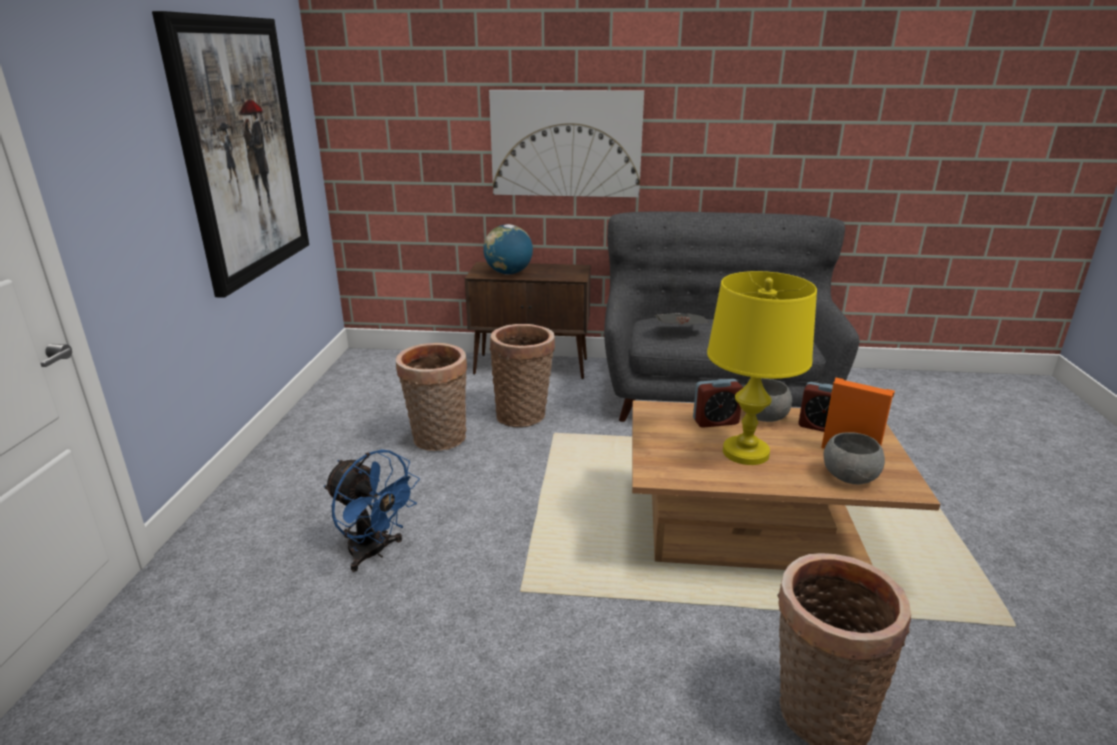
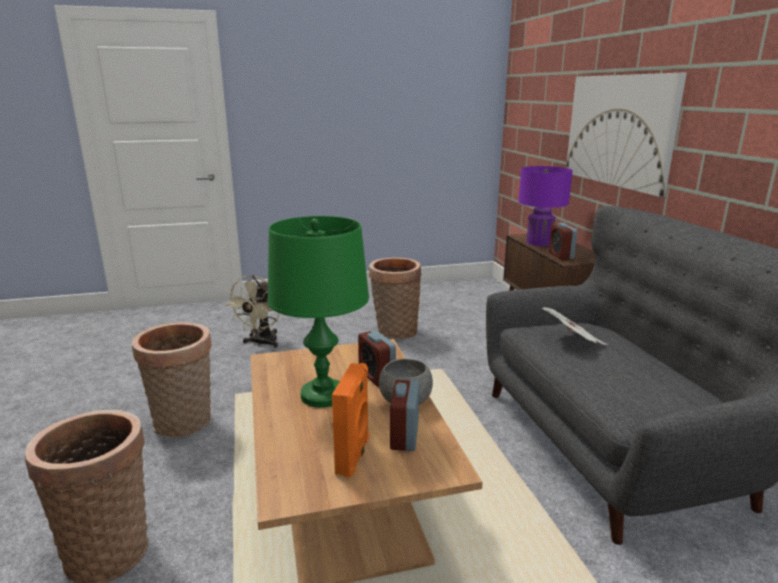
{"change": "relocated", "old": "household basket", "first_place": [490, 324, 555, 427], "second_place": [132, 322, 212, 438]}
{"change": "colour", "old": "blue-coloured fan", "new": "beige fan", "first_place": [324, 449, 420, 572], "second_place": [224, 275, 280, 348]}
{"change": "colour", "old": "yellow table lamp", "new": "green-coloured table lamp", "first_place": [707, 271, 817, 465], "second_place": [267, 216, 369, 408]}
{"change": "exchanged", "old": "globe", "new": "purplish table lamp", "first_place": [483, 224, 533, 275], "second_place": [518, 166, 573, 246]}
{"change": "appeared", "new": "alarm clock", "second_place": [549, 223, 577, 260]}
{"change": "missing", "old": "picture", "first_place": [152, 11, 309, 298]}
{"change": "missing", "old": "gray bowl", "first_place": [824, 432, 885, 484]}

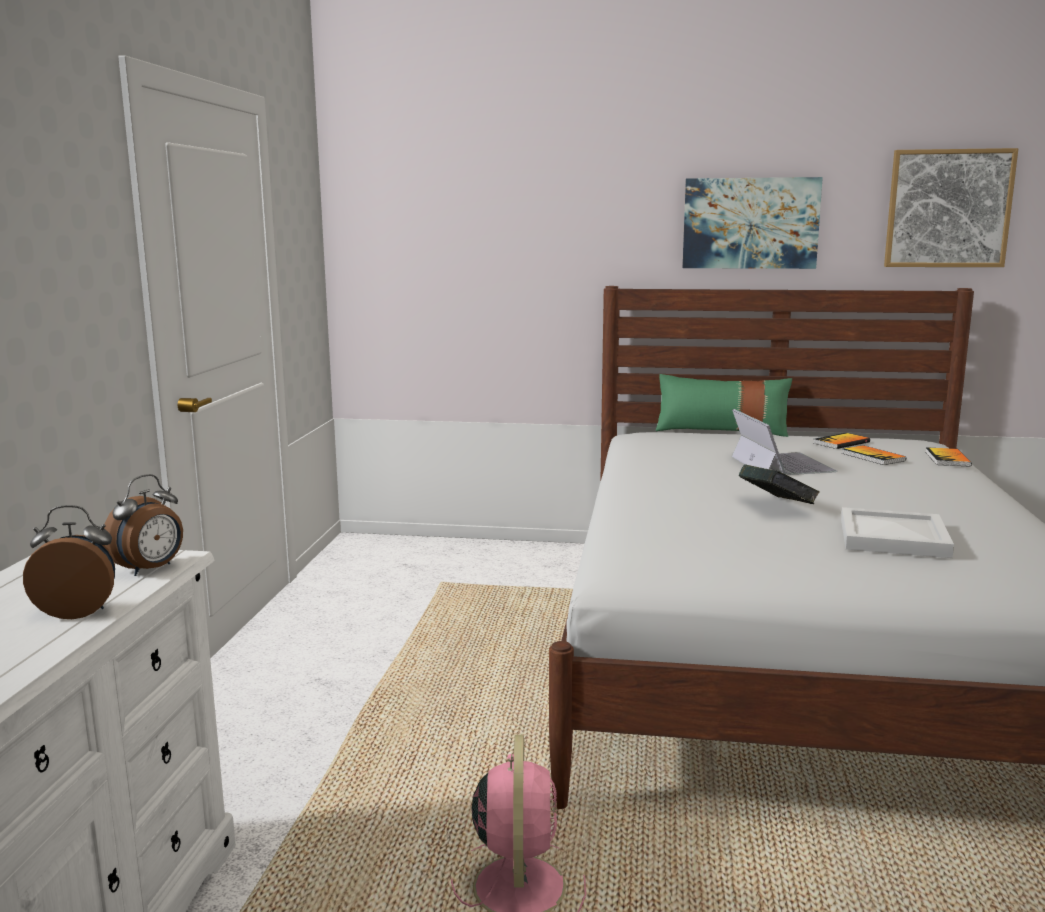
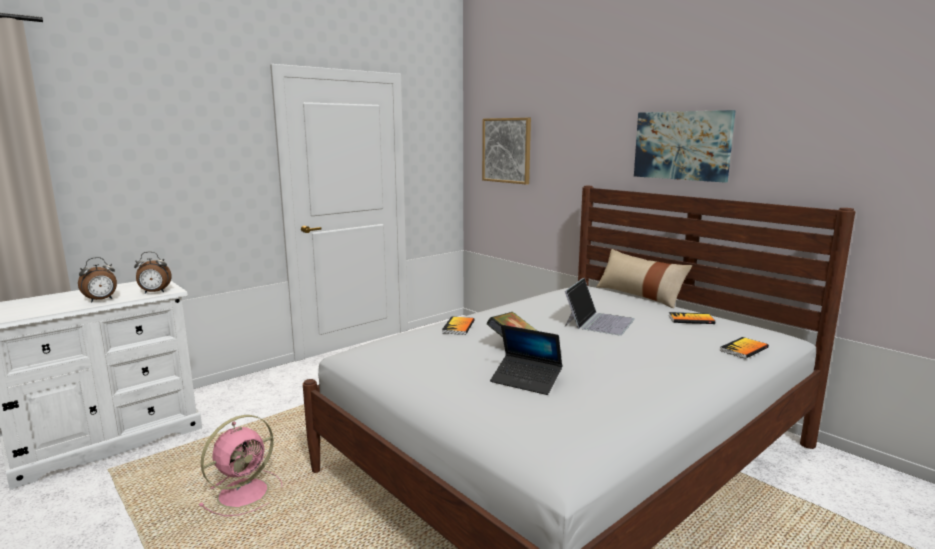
{"change": "spun", "old": "alarm clock", "first_place": [23, 505, 115, 619], "second_place": [78, 257, 117, 302], "degrees": 105}
{"change": "relocated", "old": "book", "first_place": [841, 445, 906, 465], "second_place": [442, 316, 474, 335]}
{"change": "relocated", "old": "picture", "first_place": [884, 148, 1019, 267], "second_place": [482, 118, 531, 185]}
{"change": "exchanged", "old": "white serving tray", "new": "portable computer", "first_place": [841, 507, 954, 558], "second_place": [490, 325, 563, 395]}
{"change": "colour", "old": "green-coloured throw pillow", "new": "beige throw pillow", "first_place": [655, 374, 792, 437], "second_place": [597, 249, 692, 308]}

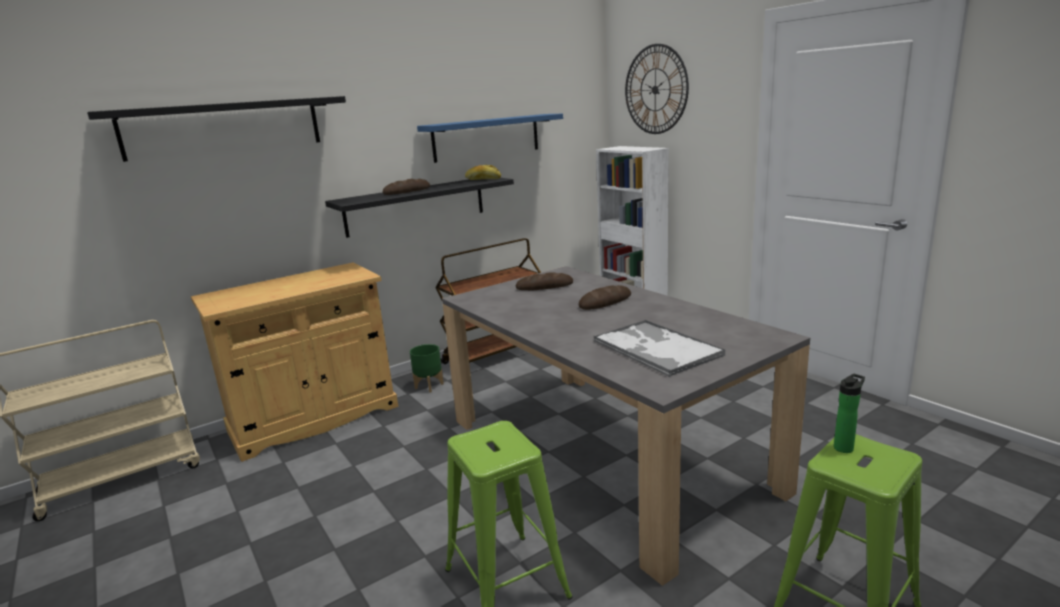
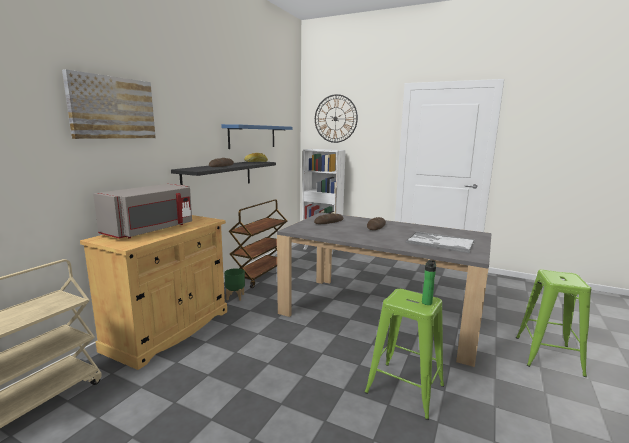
{"change": "exchanged", "old": "black shelf", "new": "picture", "first_place": [87, 96, 346, 162], "second_place": [62, 69, 156, 139]}
{"change": "appeared", "new": "gray microwave oven", "second_place": [93, 183, 192, 239]}
{"change": "relocated", "old": "drink bottle", "first_place": [834, 374, 865, 453], "second_place": [422, 260, 436, 305]}

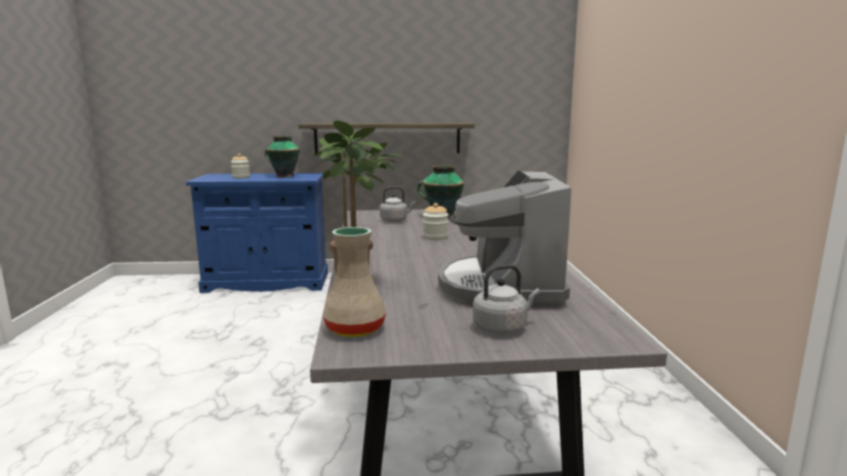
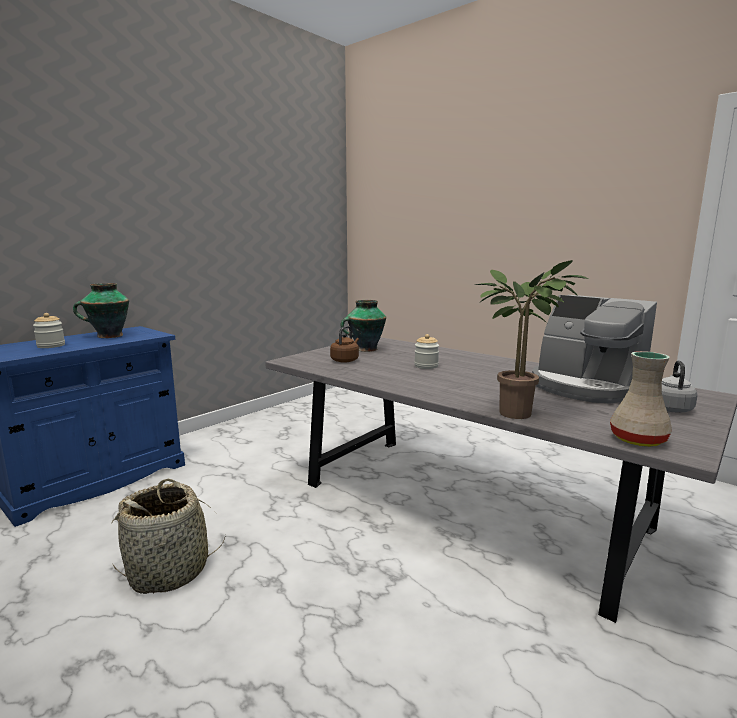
{"change": "appeared", "new": "household basket", "second_place": [111, 479, 226, 594]}
{"change": "colour", "old": "gray kettle", "new": "brown-coloured kettle", "first_place": [379, 186, 416, 222], "second_place": [330, 326, 359, 363]}
{"change": "missing", "old": "shelf", "first_place": [298, 123, 475, 154]}

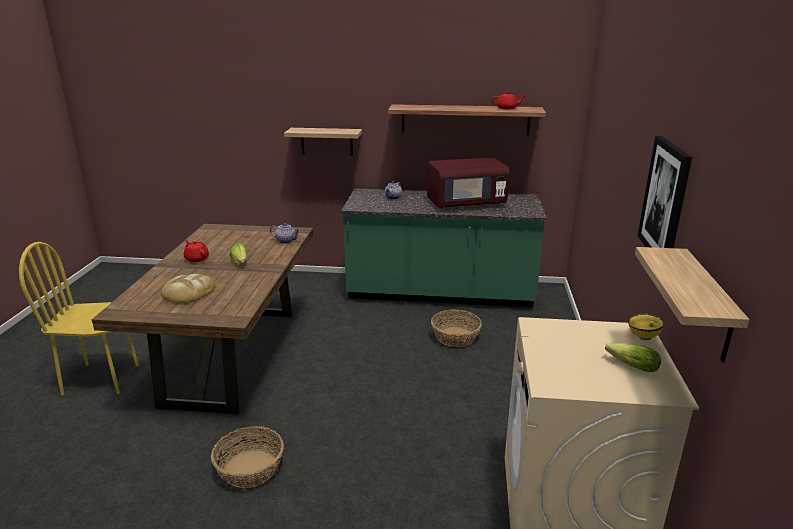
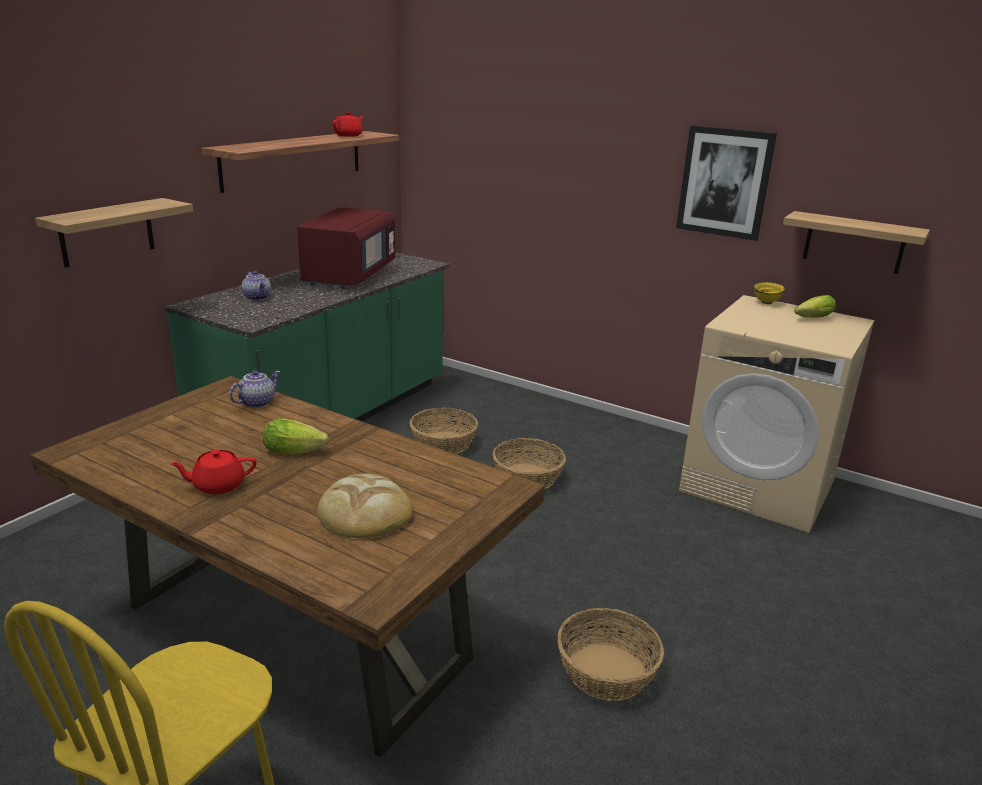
{"change": "appeared", "new": "household basket", "second_place": [493, 438, 566, 490]}

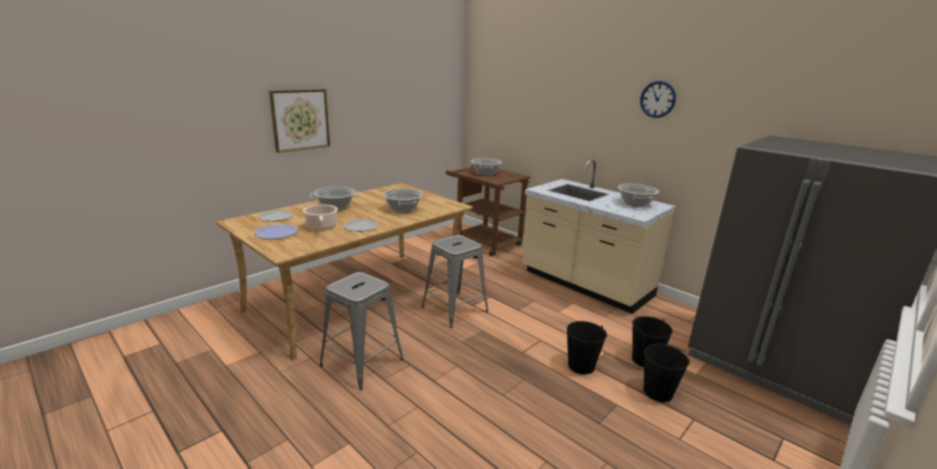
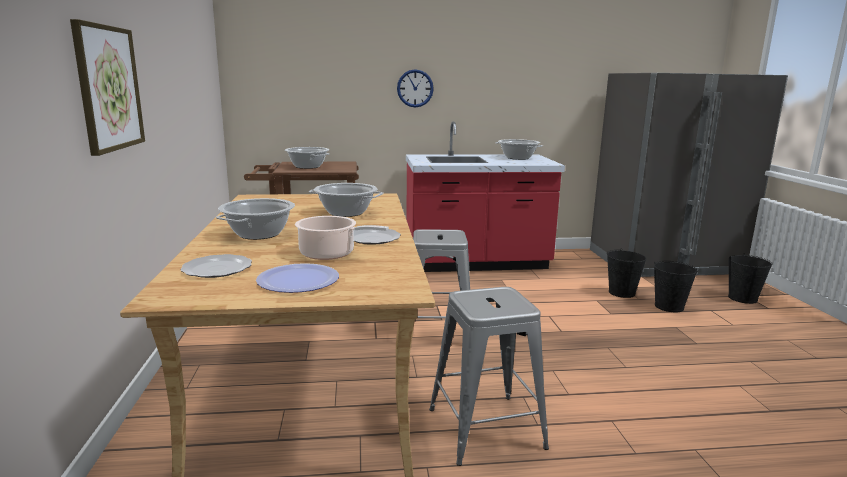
{"change": "relocated", "old": "hanging clock", "first_place": [640, 81, 676, 118], "second_place": [397, 69, 434, 107]}
{"change": "colour", "old": "beige kitchen base unit", "new": "reddish kitchen base unit", "first_place": [522, 159, 676, 314], "second_place": [406, 121, 565, 272]}
{"change": "relocated", "old": "black pail", "first_place": [567, 321, 607, 374], "second_place": [728, 254, 773, 304]}

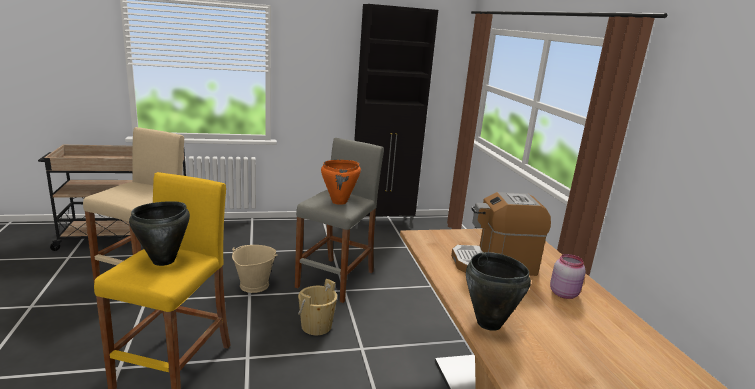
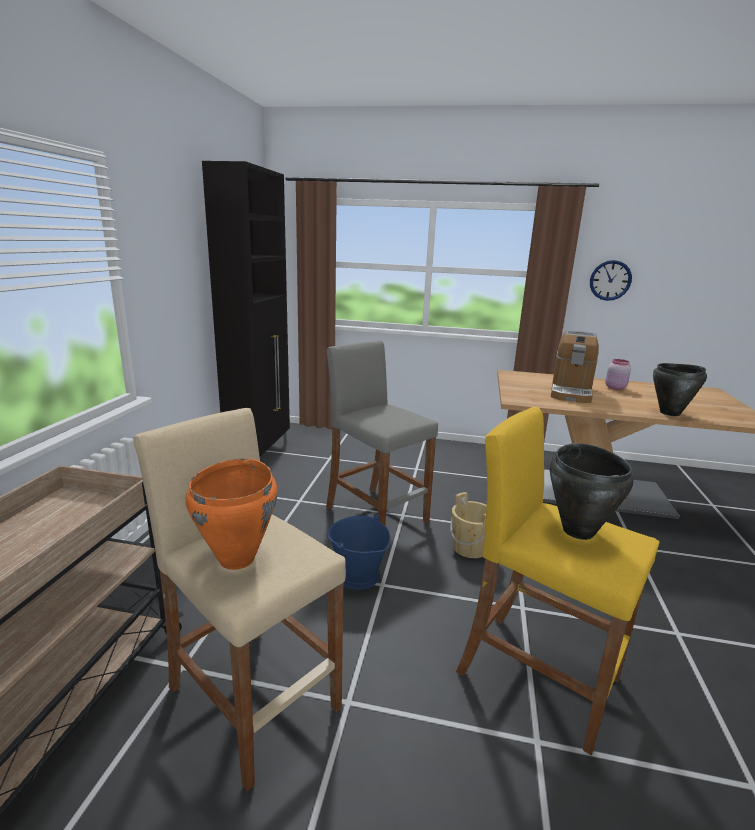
{"change": "relocated", "old": "orange saucepot", "first_place": [321, 160, 361, 205], "second_place": [185, 458, 277, 570]}
{"change": "colour", "old": "beige pail", "new": "blue-coloured pail", "first_place": [232, 245, 277, 293], "second_place": [327, 514, 390, 590]}
{"change": "appeared", "new": "hanging clock", "second_place": [590, 260, 632, 301]}

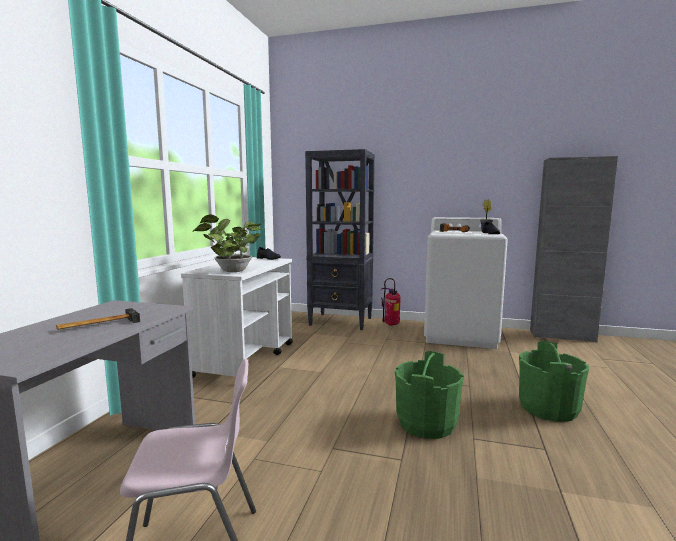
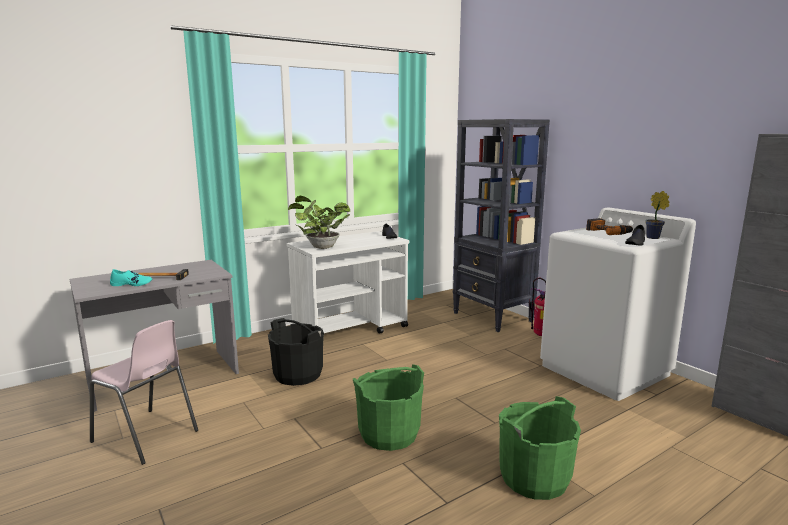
{"change": "appeared", "new": "blue-green shoe", "second_place": [110, 269, 152, 286]}
{"change": "appeared", "new": "black pail", "second_place": [268, 318, 324, 386]}

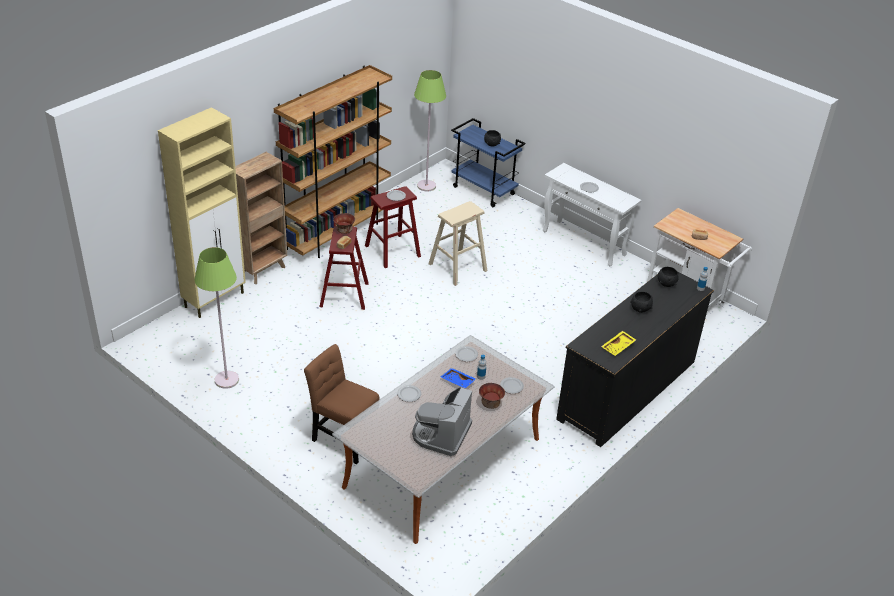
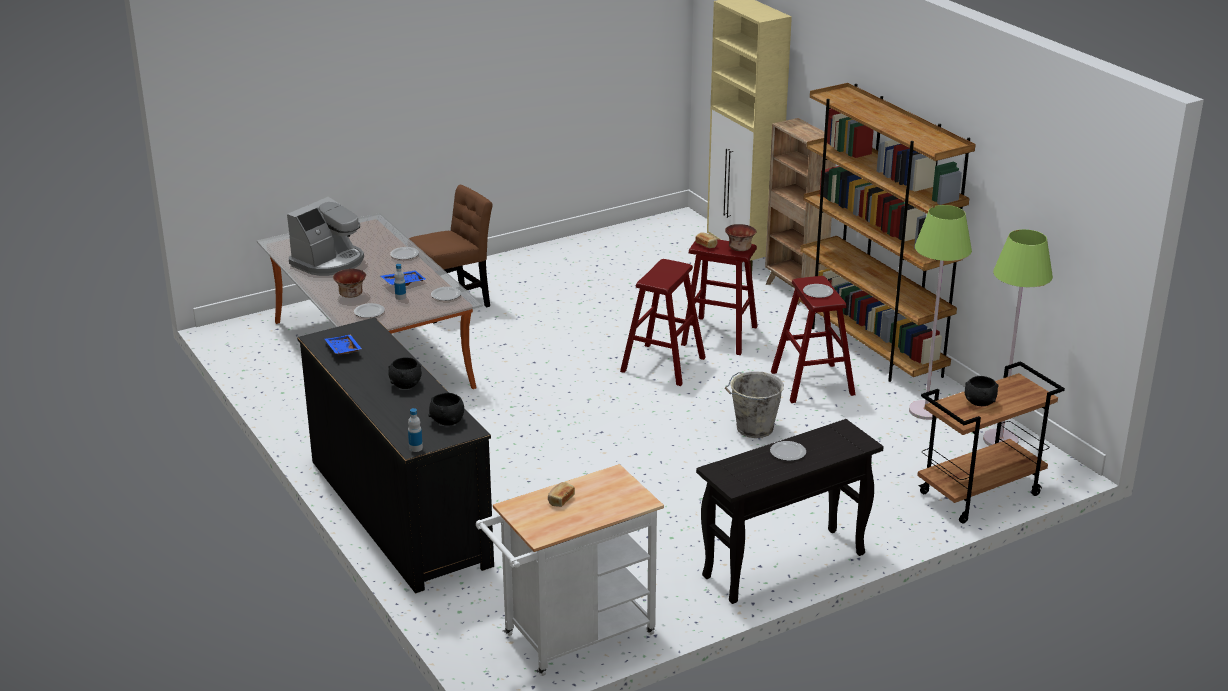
{"change": "spun", "old": "coffee machine", "first_place": [412, 387, 472, 456], "second_place": [287, 197, 364, 276], "degrees": 90}
{"change": "colour", "old": "yellow serving tray", "new": "blue-coloured serving tray", "first_place": [601, 331, 636, 356], "second_place": [325, 335, 362, 355]}
{"change": "appeared", "new": "reddish stool", "second_place": [620, 259, 706, 386]}
{"change": "colour", "old": "white hall table", "new": "black hall table", "first_place": [543, 163, 642, 267], "second_place": [696, 419, 884, 604]}
{"change": "exchanged", "old": "beige stool", "new": "gray pail", "first_place": [428, 201, 487, 286], "second_place": [725, 371, 784, 438]}
{"change": "relocated", "old": "green-coloured floor lamp", "first_place": [195, 247, 239, 389], "second_place": [909, 205, 972, 420]}
{"change": "colour", "old": "blue-coloured trolley", "new": "brown-coloured trolley", "first_place": [451, 118, 525, 207], "second_place": [917, 361, 1065, 524]}

